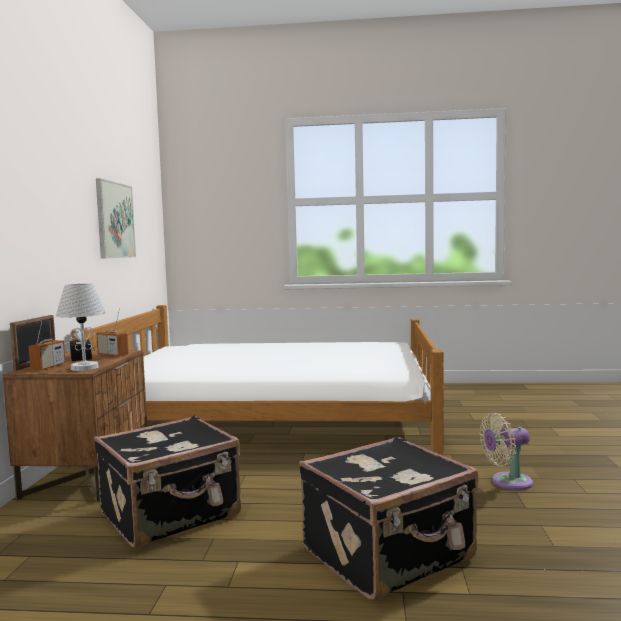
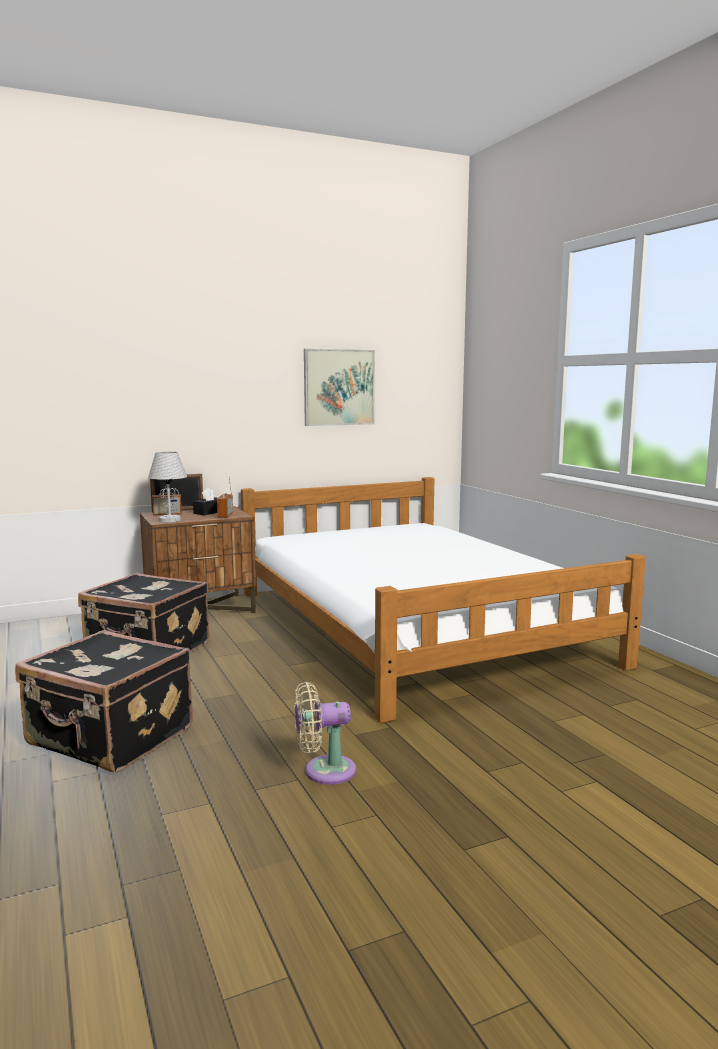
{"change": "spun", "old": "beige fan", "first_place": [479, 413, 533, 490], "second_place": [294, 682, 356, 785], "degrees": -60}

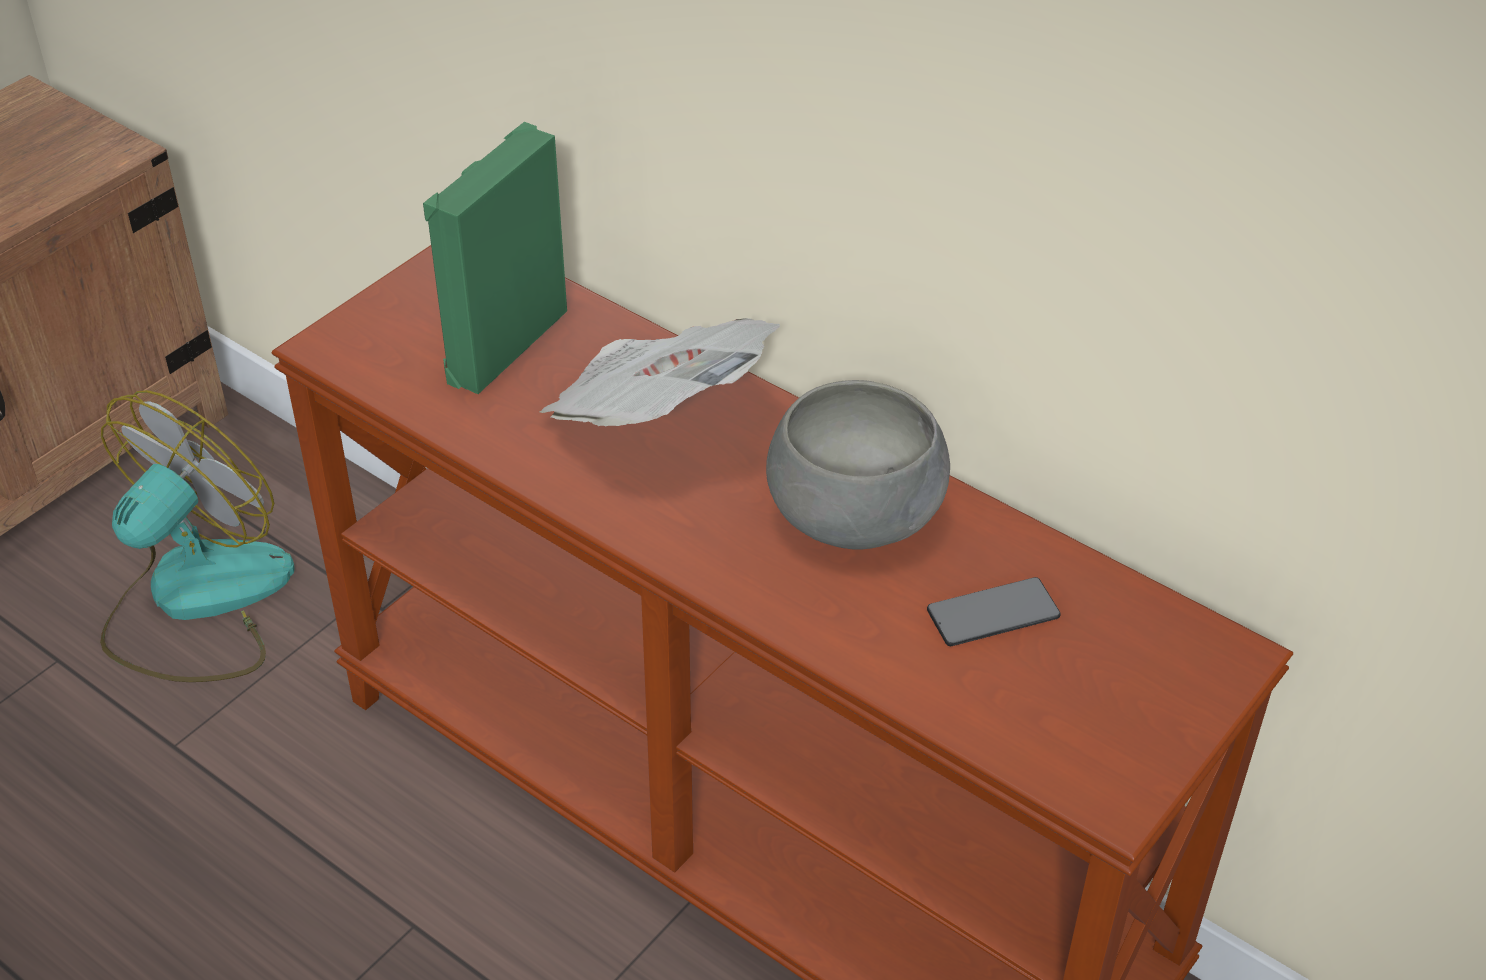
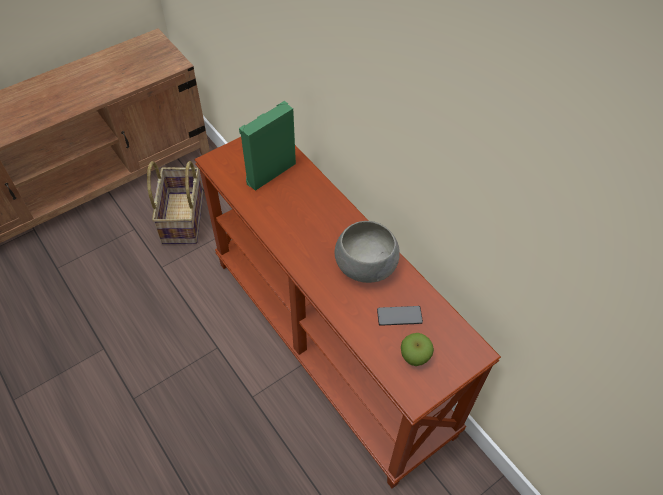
{"change": "exchanged", "old": "fan", "new": "household basket", "first_place": [100, 390, 295, 682], "second_place": [147, 161, 203, 244]}
{"change": "appeared", "new": "apple", "second_place": [401, 333, 434, 366]}
{"change": "missing", "old": "newspaper", "first_place": [540, 318, 780, 426]}

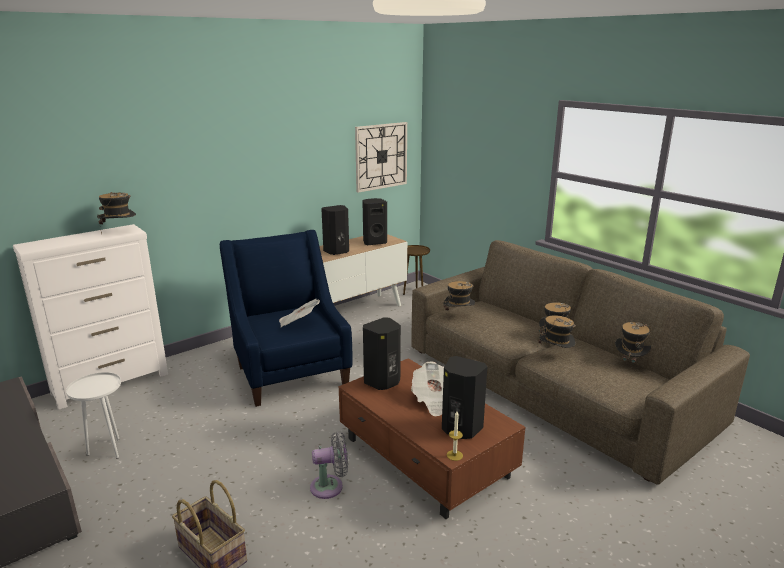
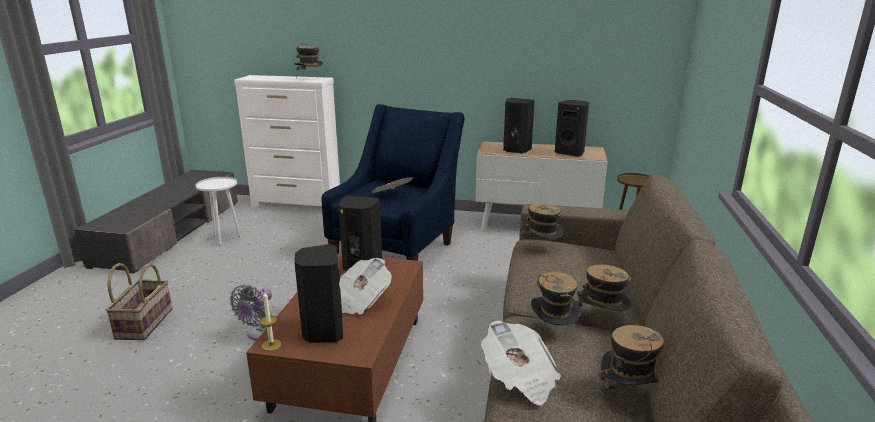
{"change": "spun", "old": "gray fan", "first_place": [310, 431, 348, 499], "second_place": [230, 285, 272, 340], "degrees": 75}
{"change": "appeared", "new": "newspaper", "second_place": [481, 320, 561, 405]}
{"change": "missing", "old": "hanging clock", "first_place": [355, 122, 407, 193]}

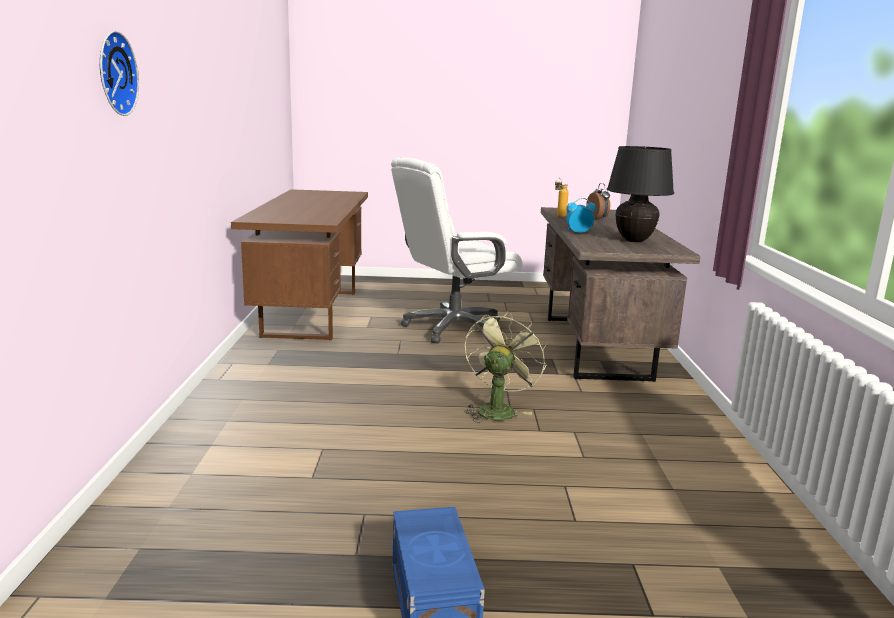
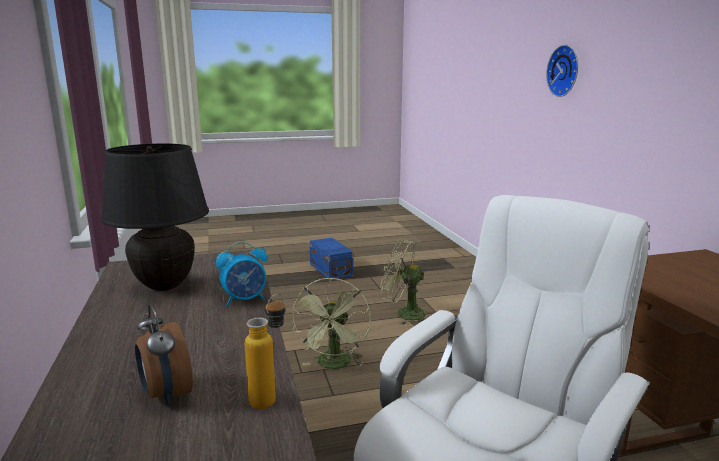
{"change": "appeared", "new": "green-coloured fan", "second_place": [381, 240, 426, 325]}

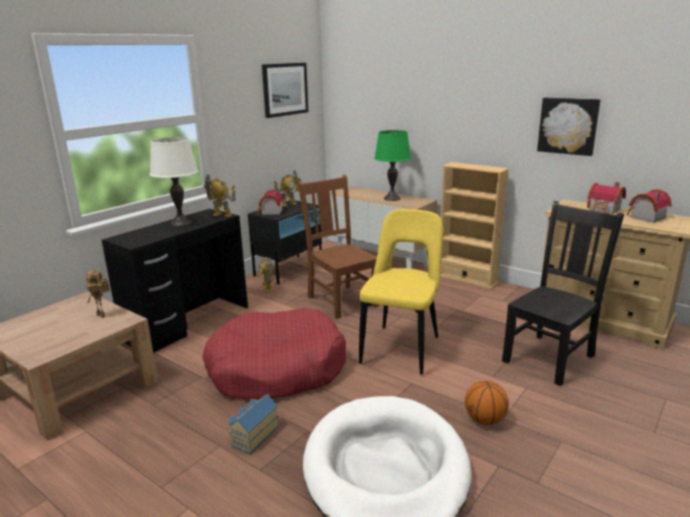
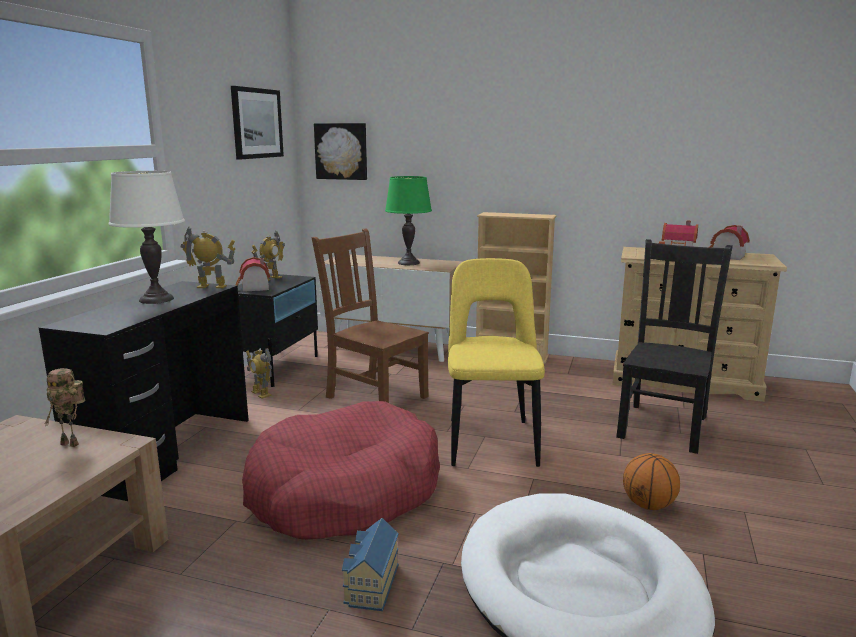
{"change": "relocated", "old": "picture", "first_place": [537, 97, 601, 156], "second_place": [314, 123, 367, 180]}

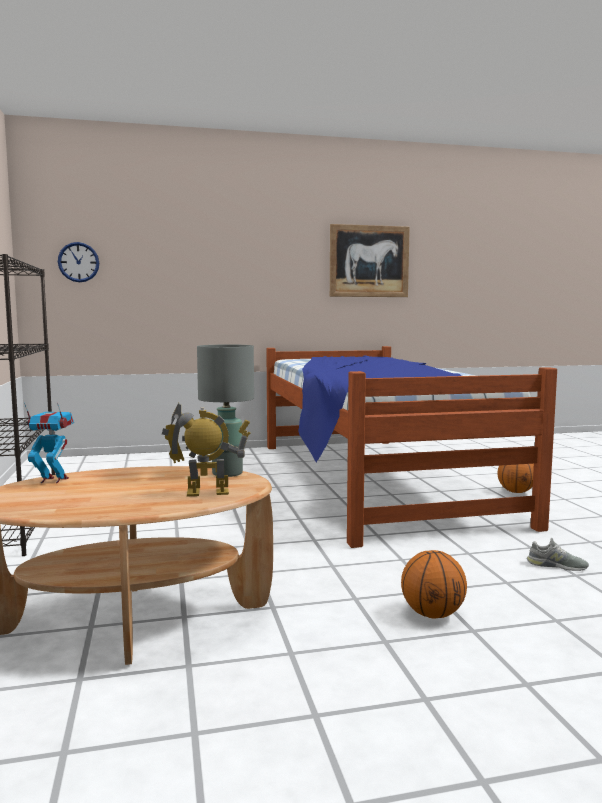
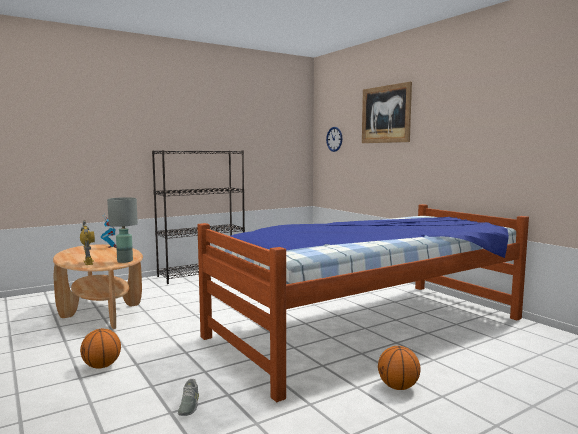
{"change": "relocated", "old": "picture", "first_place": [330, 224, 410, 297], "second_place": [362, 82, 412, 143]}

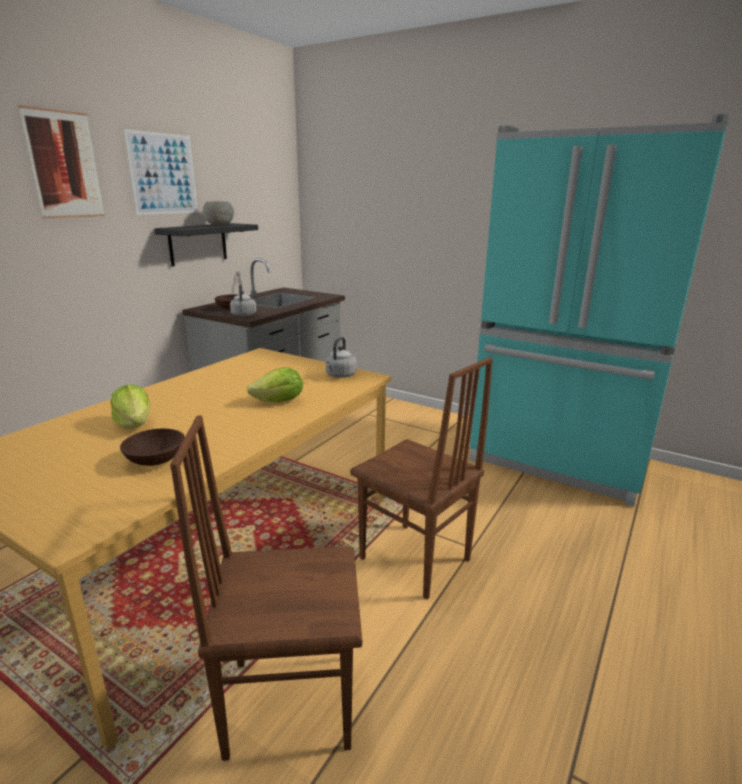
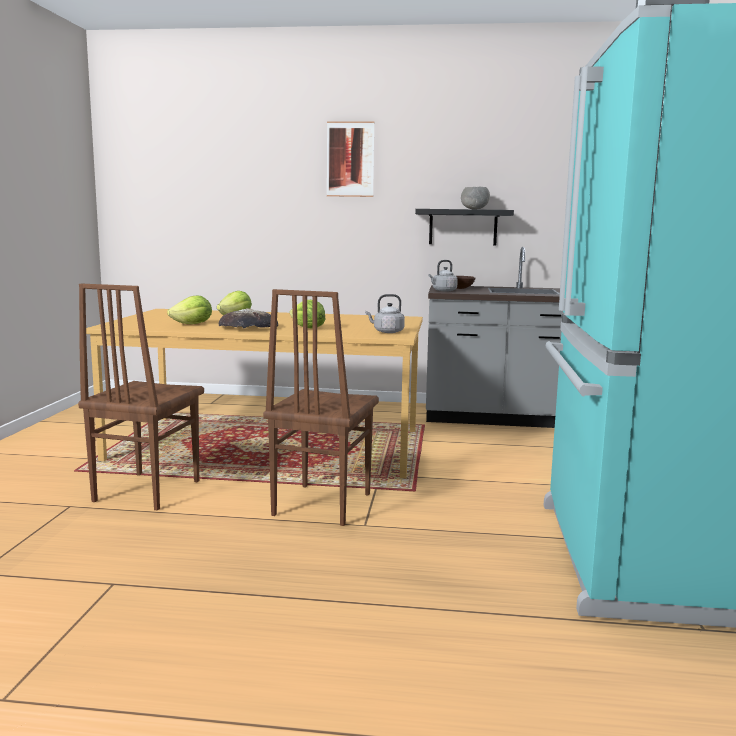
{"change": "spun", "old": "brown-coloured chair", "first_place": [170, 415, 362, 761], "second_place": [78, 284, 204, 511], "degrees": -135}
{"change": "exchanged", "old": "brown-coloured bowl", "new": "lettuce", "first_place": [120, 428, 185, 466], "second_place": [167, 295, 212, 324]}
{"change": "appeared", "new": "bread", "second_place": [219, 308, 278, 328]}
{"change": "missing", "old": "picture", "first_place": [123, 129, 198, 215]}

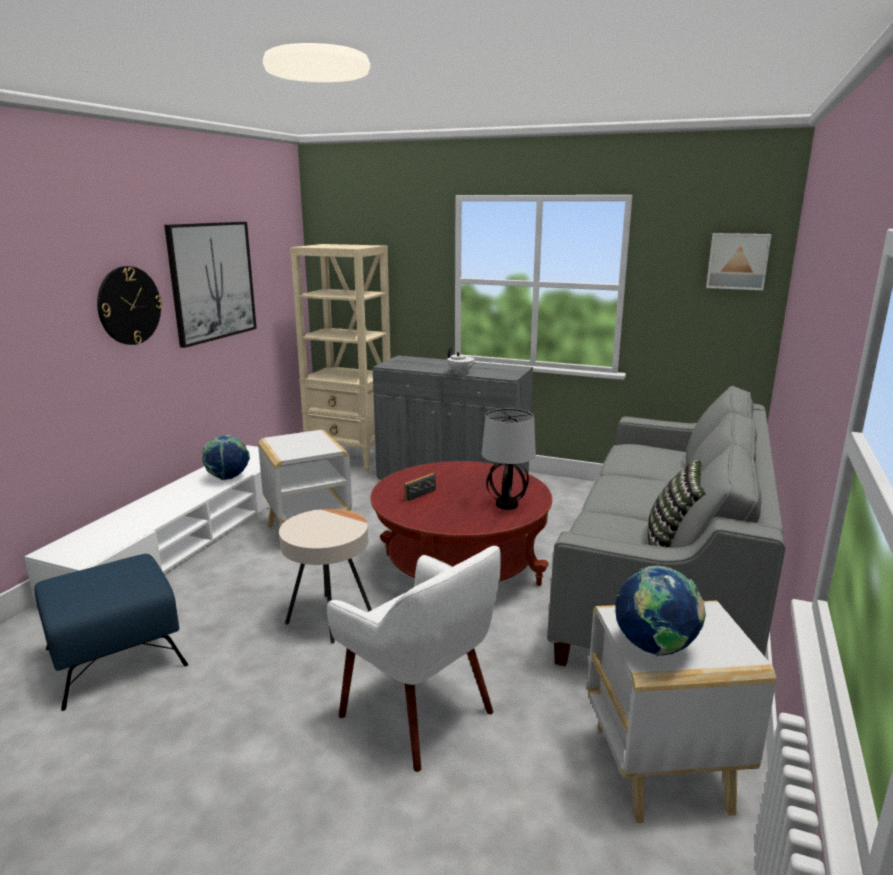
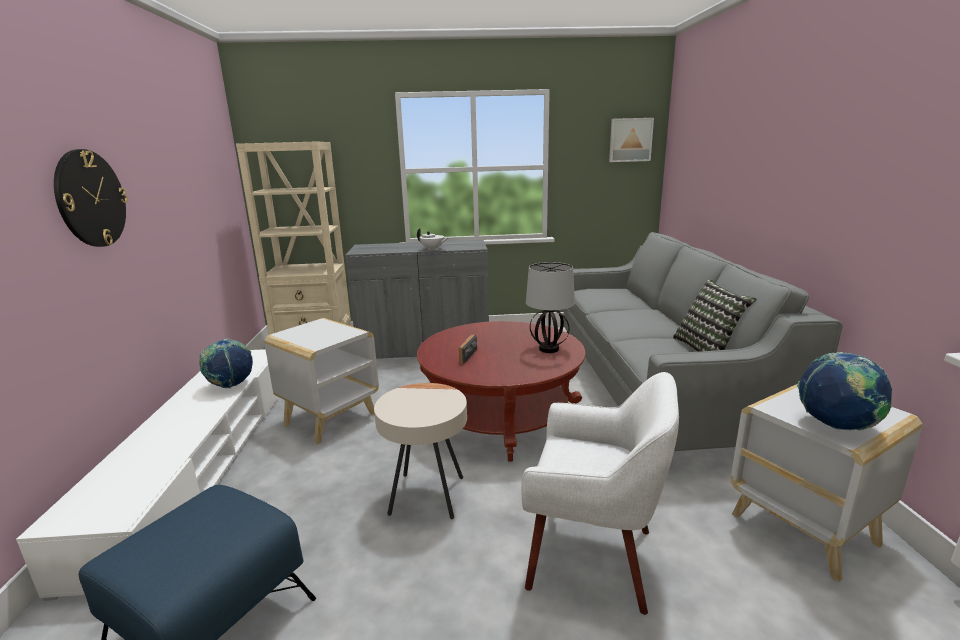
{"change": "missing", "old": "picture", "first_place": [164, 222, 257, 348]}

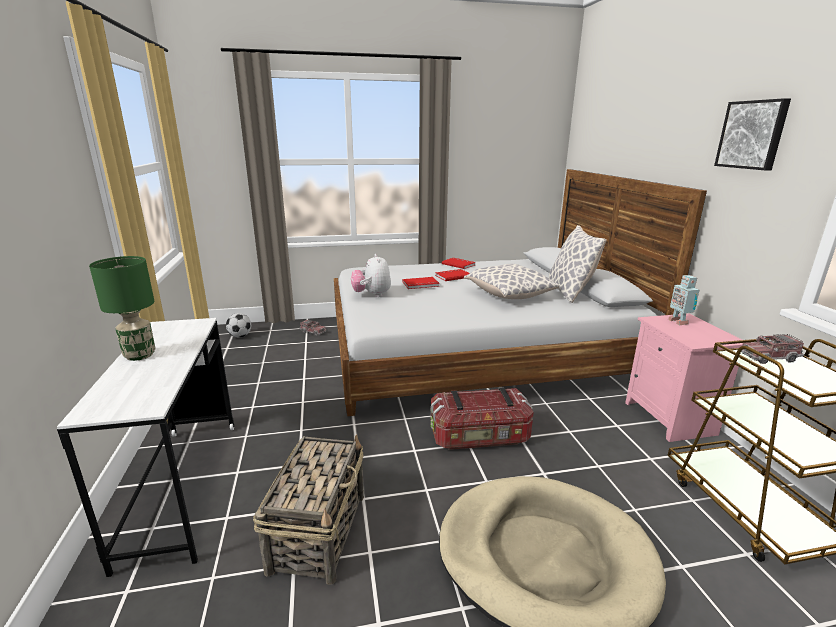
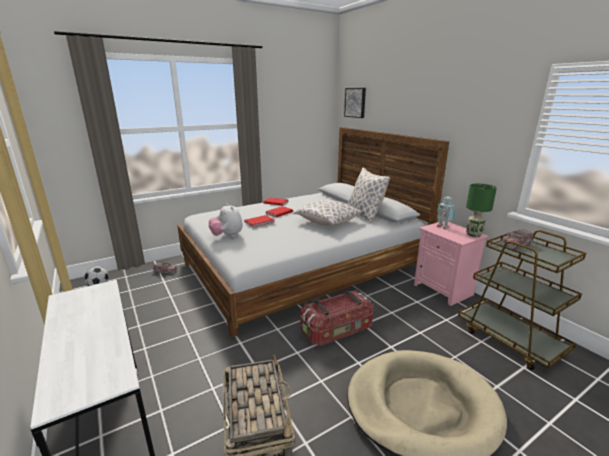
{"change": "relocated", "old": "picture", "first_place": [714, 98, 791, 170], "second_place": [344, 88, 366, 118]}
{"change": "relocated", "old": "green-coloured table lamp", "first_place": [89, 256, 155, 361], "second_place": [466, 184, 497, 237]}

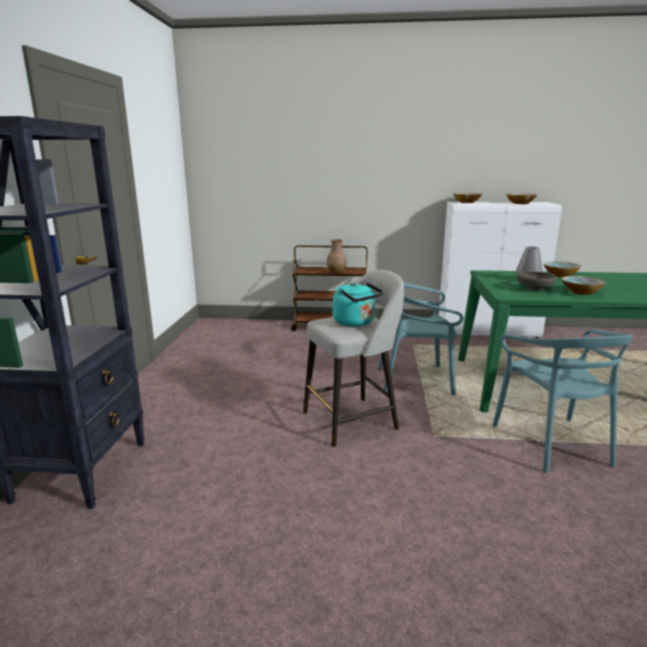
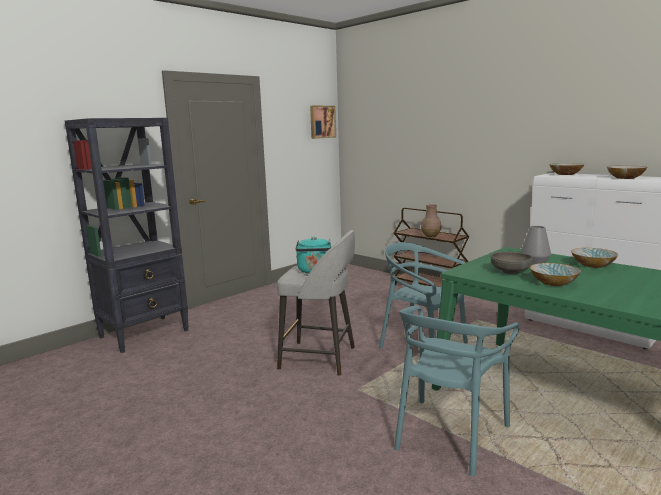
{"change": "appeared", "new": "picture", "second_place": [310, 106, 336, 139]}

